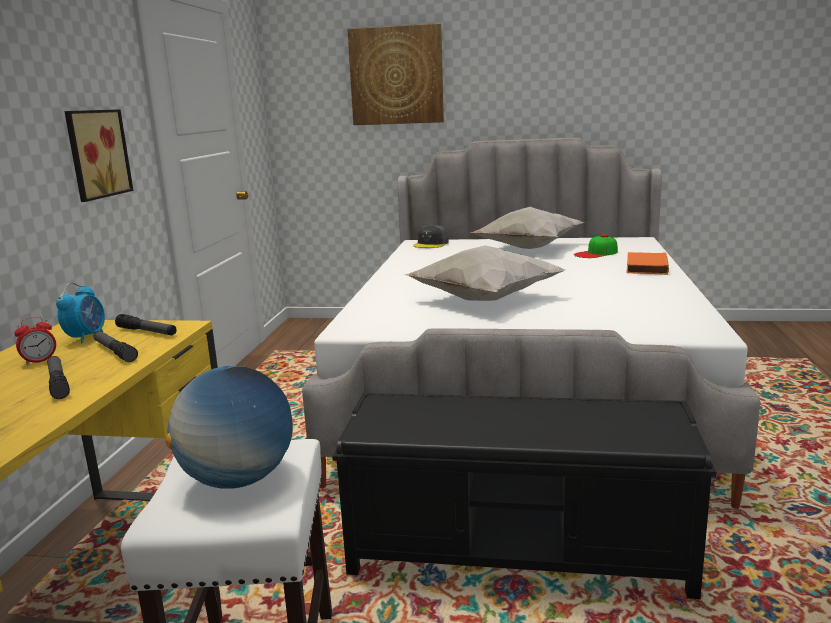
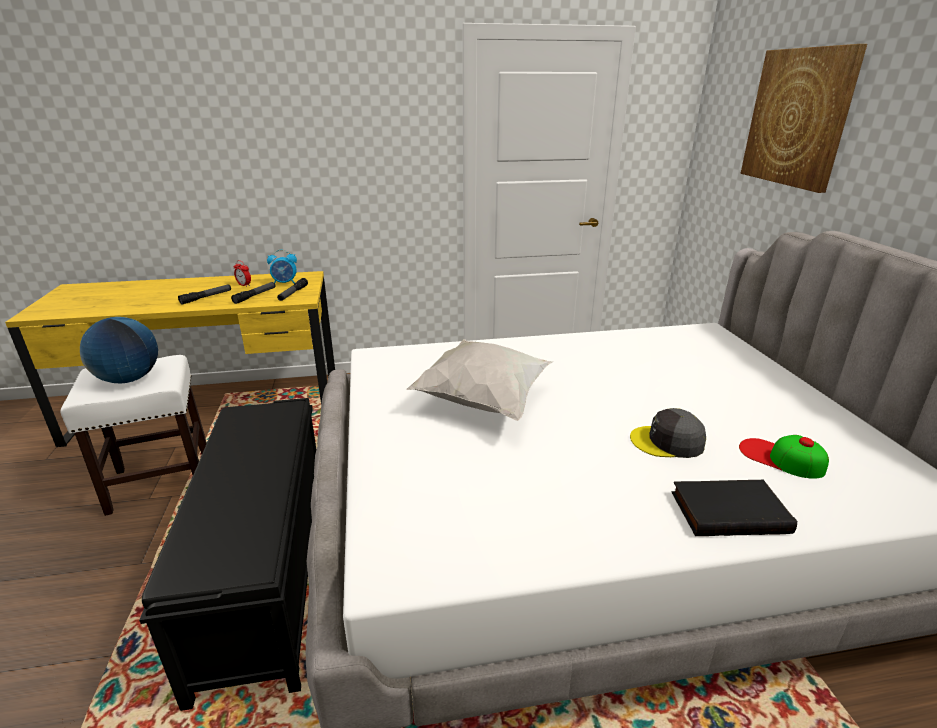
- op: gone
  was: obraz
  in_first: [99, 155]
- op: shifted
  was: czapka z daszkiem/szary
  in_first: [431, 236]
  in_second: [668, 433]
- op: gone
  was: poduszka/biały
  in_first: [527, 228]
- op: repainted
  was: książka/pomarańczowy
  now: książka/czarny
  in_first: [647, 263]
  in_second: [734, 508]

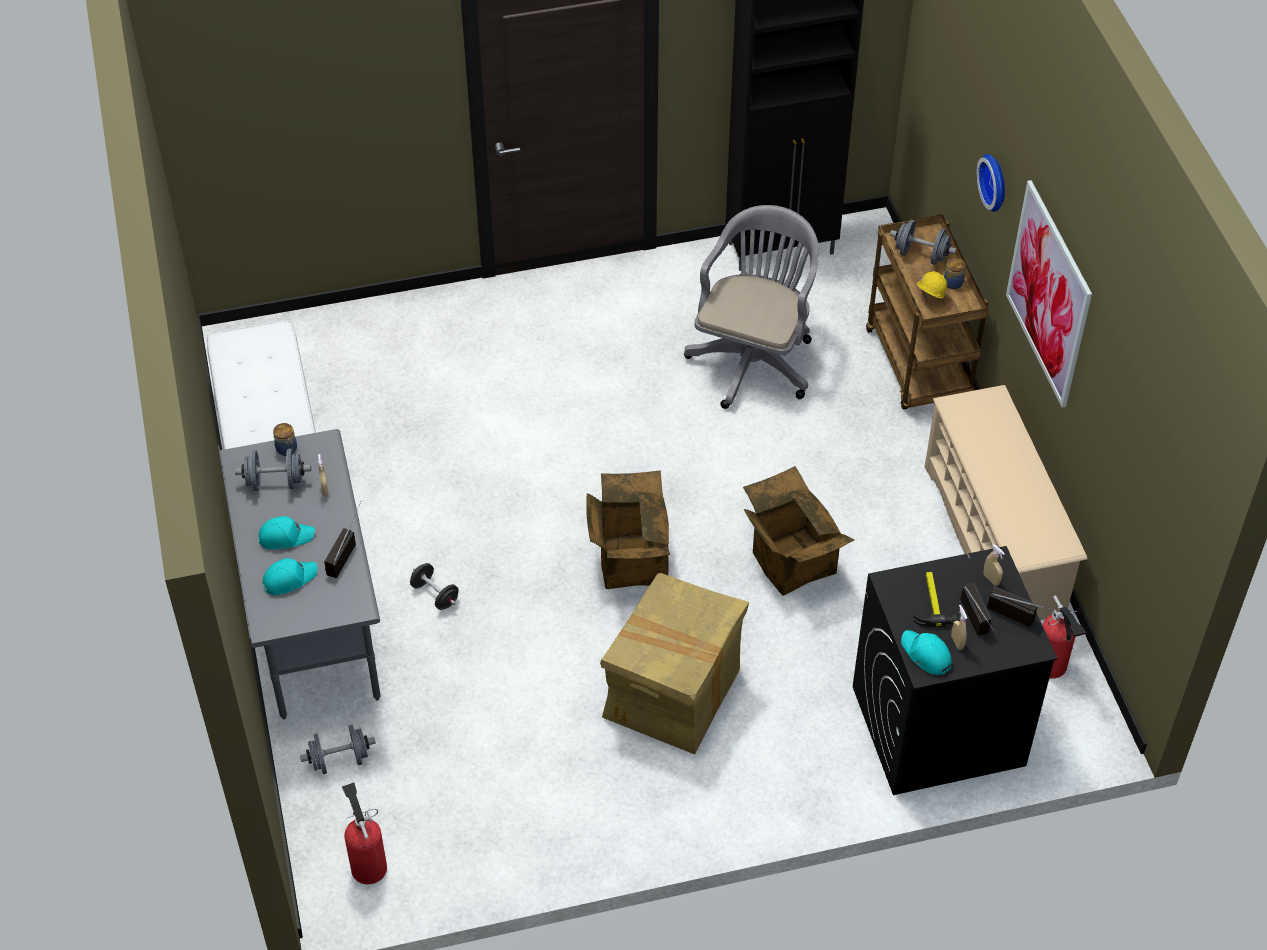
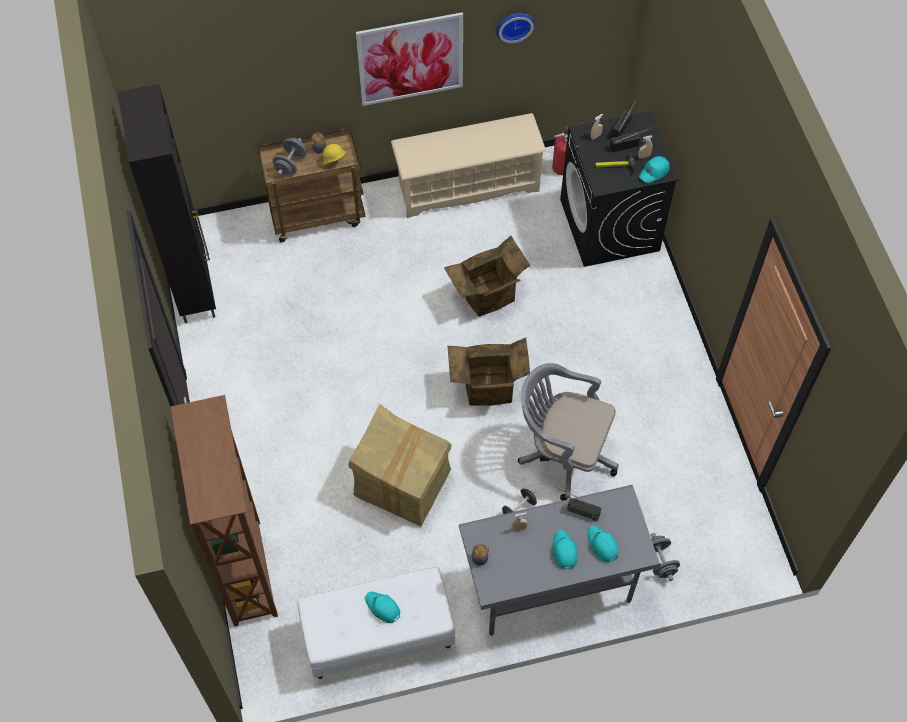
- op: gone
  was: hantel/szary
  in_first: [273, 470]
- op: gone
  was: gaśnica
  in_first: [364, 833]
- op: shifted
  was: karton
  in_first: [674, 663]
  in_second: [400, 465]
- op: shifted
  was: krzesło biurowe/szary
  in_first: [751, 307]
  in_second: [568, 432]
- op: shifted
  was: zegar ścienny
  in_first: [991, 183]
  in_second: [515, 28]
- op: new
  now: regał/brązowy
  in_second: [224, 511]
- op: new
  now: czapka z daszkiem/turkusowy
  in_second: [382, 607]

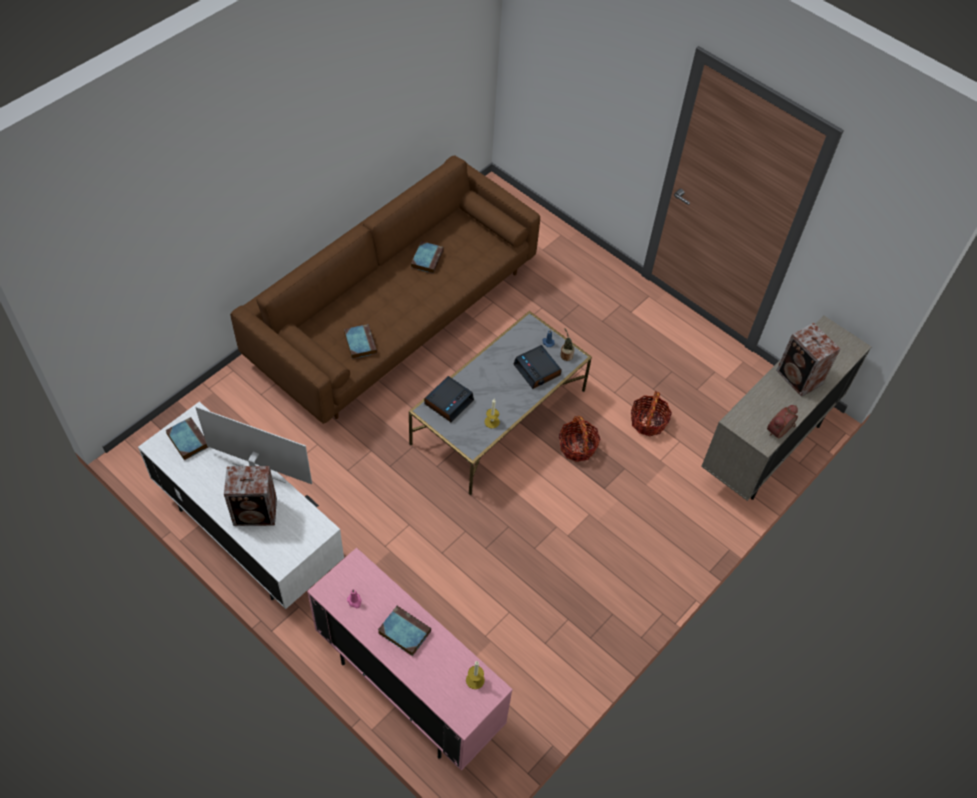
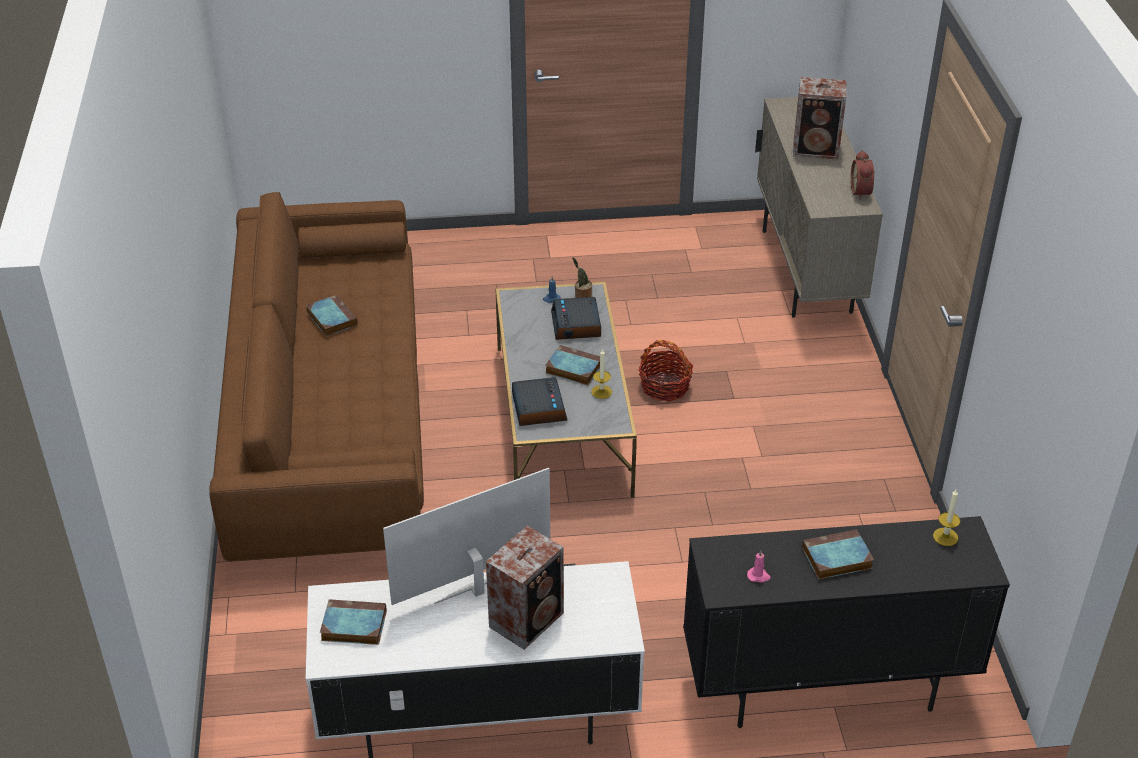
- op: repainted
  was: szafka/różowy
  now: szafka/czarny
  in_first: [410, 659]
  in_second: [846, 622]
- op: shifted
  was: książka
  in_first: [360, 341]
  in_second: [573, 365]
- op: rotated
  was: budzik
  in_first: [538, 367]
  in_second: [576, 318]
  clockwise: 75
- op: gone
  was: koszyk
  in_first: [651, 413]

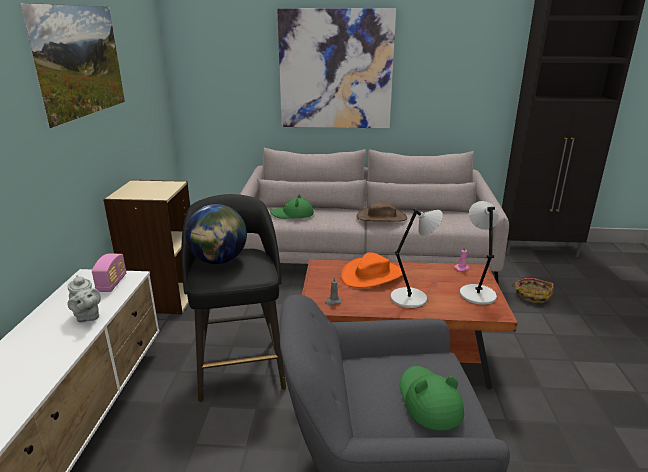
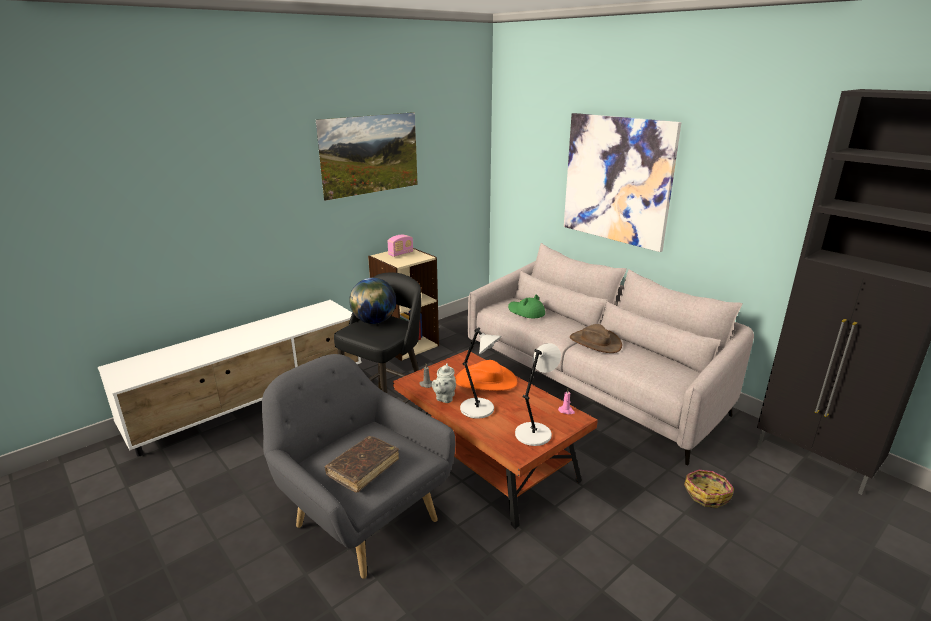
- op: shifted
  was: imbryk/szary
  in_first: [84, 298]
  in_second: [444, 383]
- op: shifted
  was: radio
  in_first: [109, 273]
  in_second: [400, 246]
- op: swapped
  was: kapelusz/zielony
  now: książka/brązowy
  in_first: [432, 398]
  in_second: [362, 464]

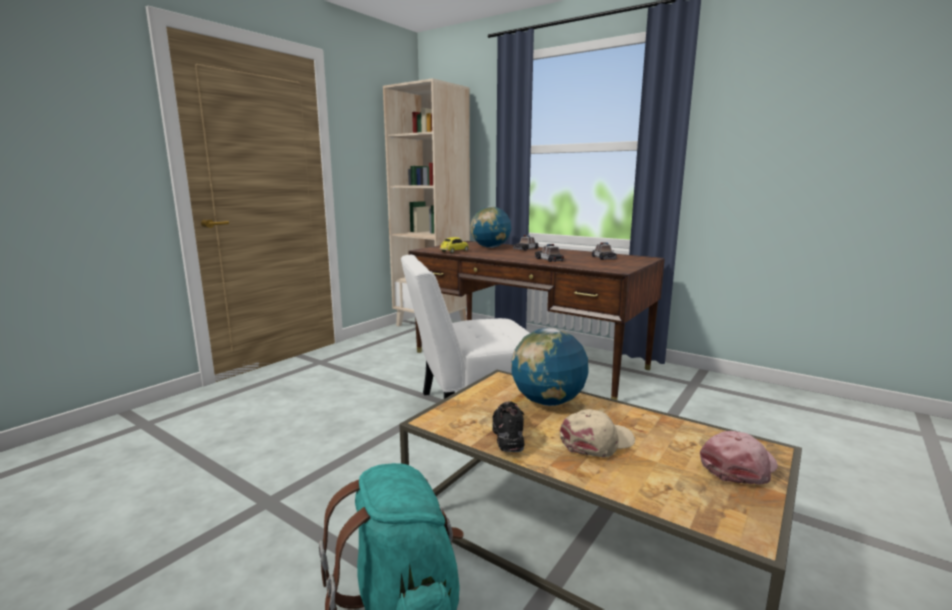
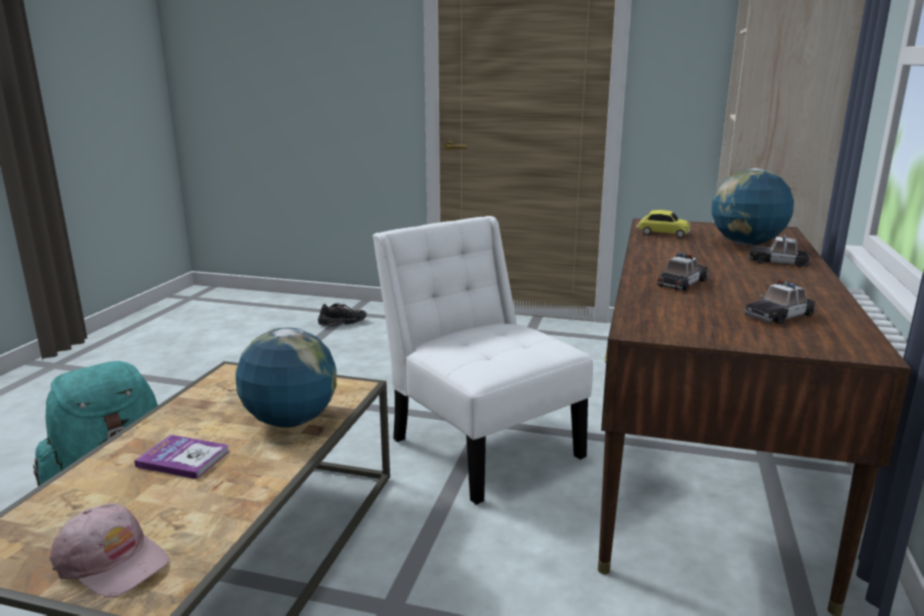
- op: shifted
  was: but/czarny
  in_first: [508, 426]
  in_second: [342, 314]
- op: swapped
  was: czapka z daszkiem/beżowy
  now: książka
  in_first: [597, 433]
  in_second: [182, 457]

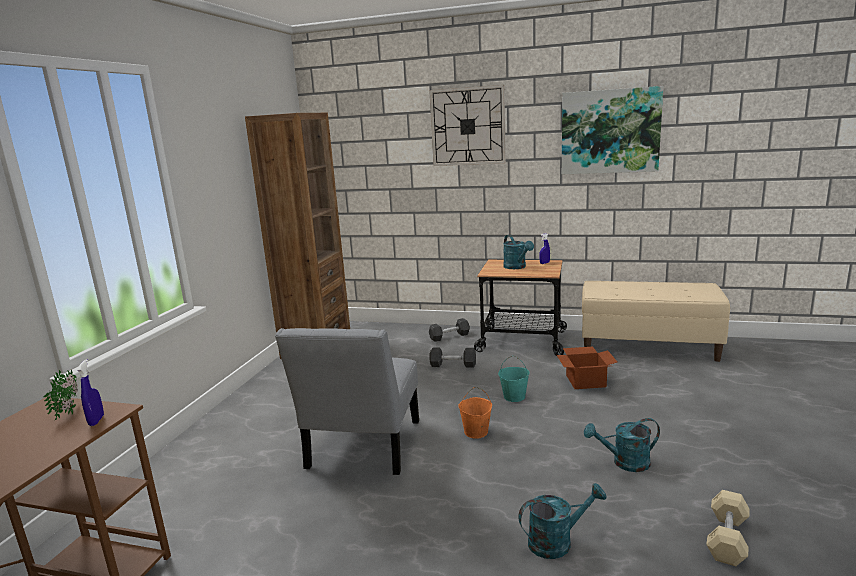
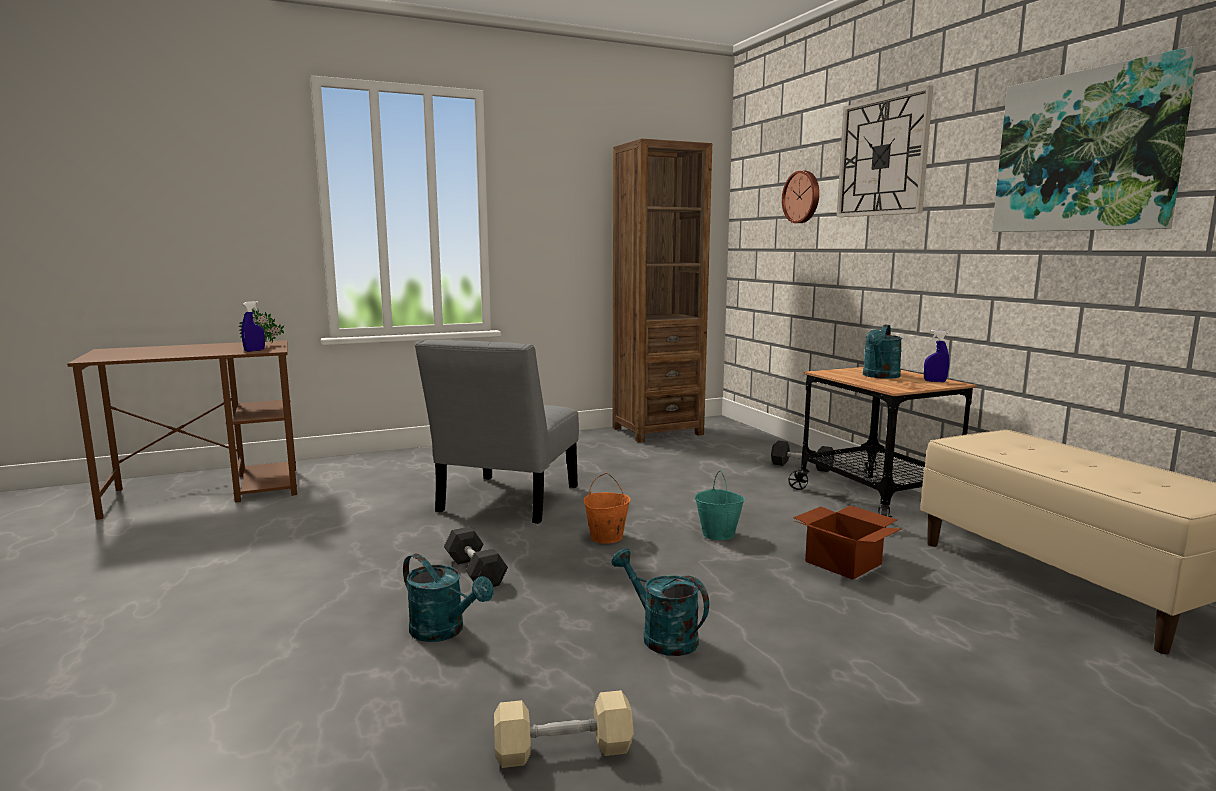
- op: rotated
  was: krzesło/szary
  in_first: [347, 401]
  in_second: [497, 432]
  clockwise: -45
- op: shifted
  was: hantel/szary
  in_first: [452, 358]
  in_second: [476, 556]
- op: new
  now: zegar ścienny
  in_second: [800, 196]

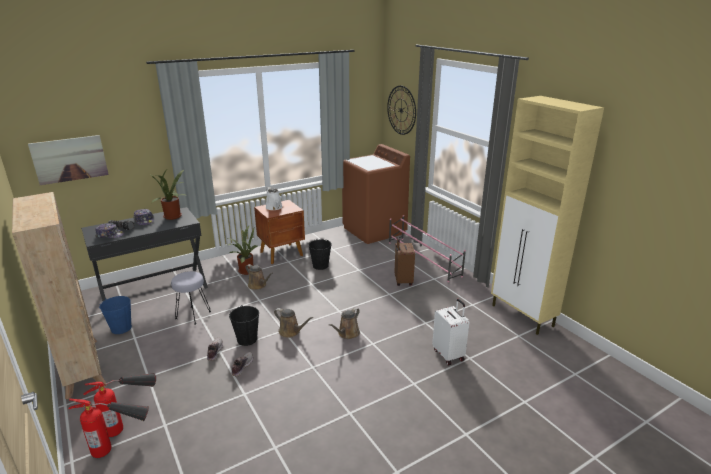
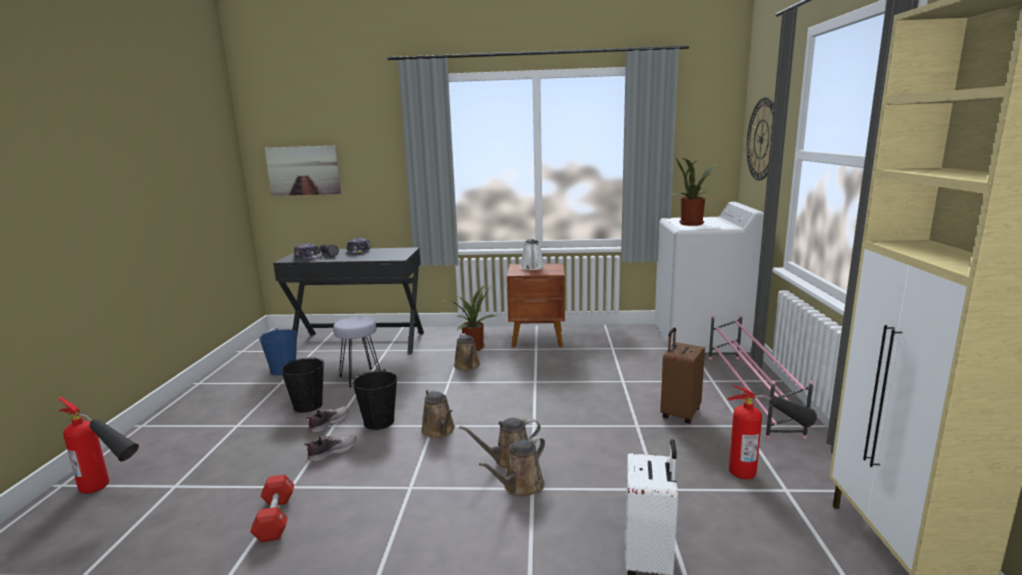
- op: gone
  was: regał/beżowy
  in_first: [59, 295]
- op: shifted
  was: gaśnica
  in_first: [120, 405]
  in_second: [772, 432]
- op: shifted
  was: roślina doniczkowa
  in_first: [169, 194]
  in_second: [694, 191]
- op: shifted
  was: wiadro/czarny
  in_first: [320, 254]
  in_second: [302, 385]
- op: repainted
  was: pralka/brązowy
  now: pralka/biały
  in_first: [376, 194]
  in_second: [709, 277]
- op: new
  now: hantel/czerwony
  in_second: [272, 508]
- op: new
  now: konewka/brązowy
  in_second: [512, 466]

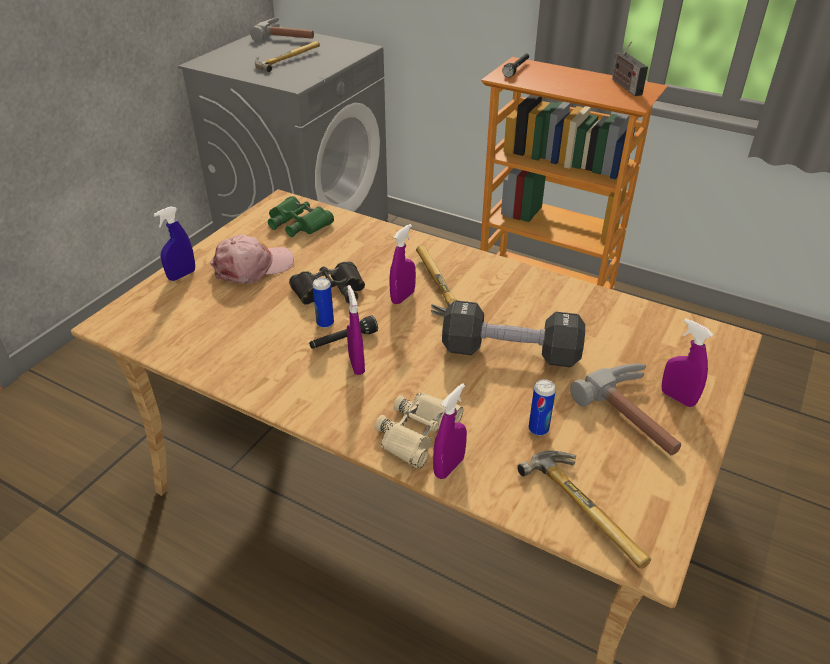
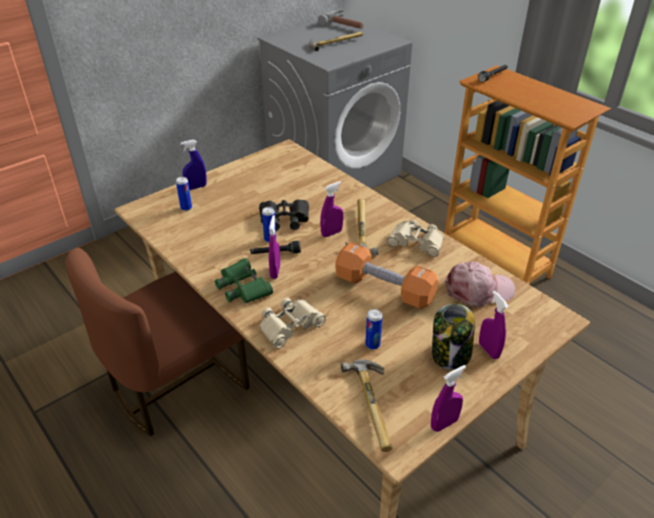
- op: shifted
  was: czapka z daszkiem/różowy
  in_first: [252, 259]
  in_second: [480, 284]
- op: shifted
  was: lornetka/zielony
  in_first: [301, 216]
  in_second: [244, 280]
- op: shifted
  was: spryskiwacz/fioletowy
  in_first: [450, 431]
  in_second: [448, 398]
- op: repainted
  was: hantel/czarny
  now: hantel/pomarańczowy
  in_first: [513, 333]
  in_second: [387, 275]
- op: swapped
  was: młotek
  now: słoik
  in_first: [625, 409]
  in_second: [453, 337]
- op: gone
  was: radio
  in_first: [630, 68]
- op: new
  now: krzesło/brązowy
  in_second: [157, 342]
- op: new
  now: puszka
  in_second: [184, 194]
- op: new
  now: lornetka/beżowy
  in_second: [415, 238]

